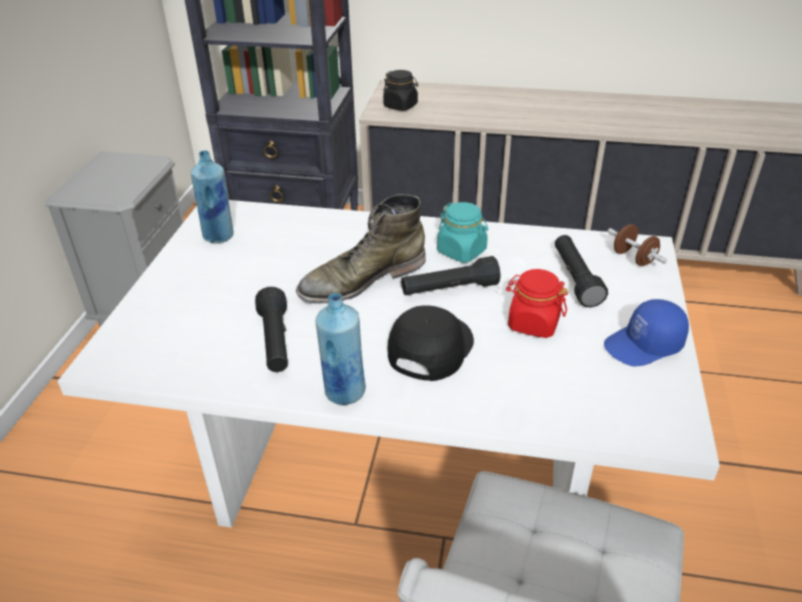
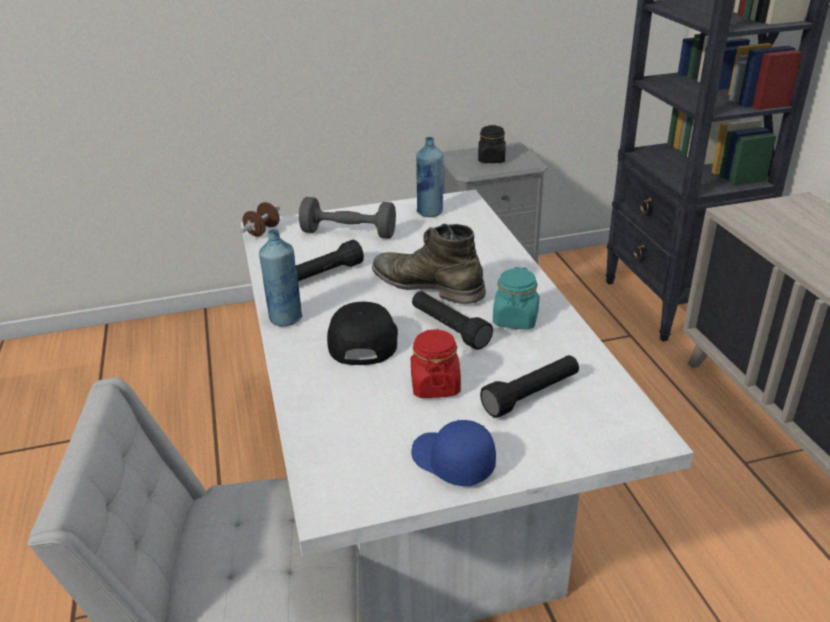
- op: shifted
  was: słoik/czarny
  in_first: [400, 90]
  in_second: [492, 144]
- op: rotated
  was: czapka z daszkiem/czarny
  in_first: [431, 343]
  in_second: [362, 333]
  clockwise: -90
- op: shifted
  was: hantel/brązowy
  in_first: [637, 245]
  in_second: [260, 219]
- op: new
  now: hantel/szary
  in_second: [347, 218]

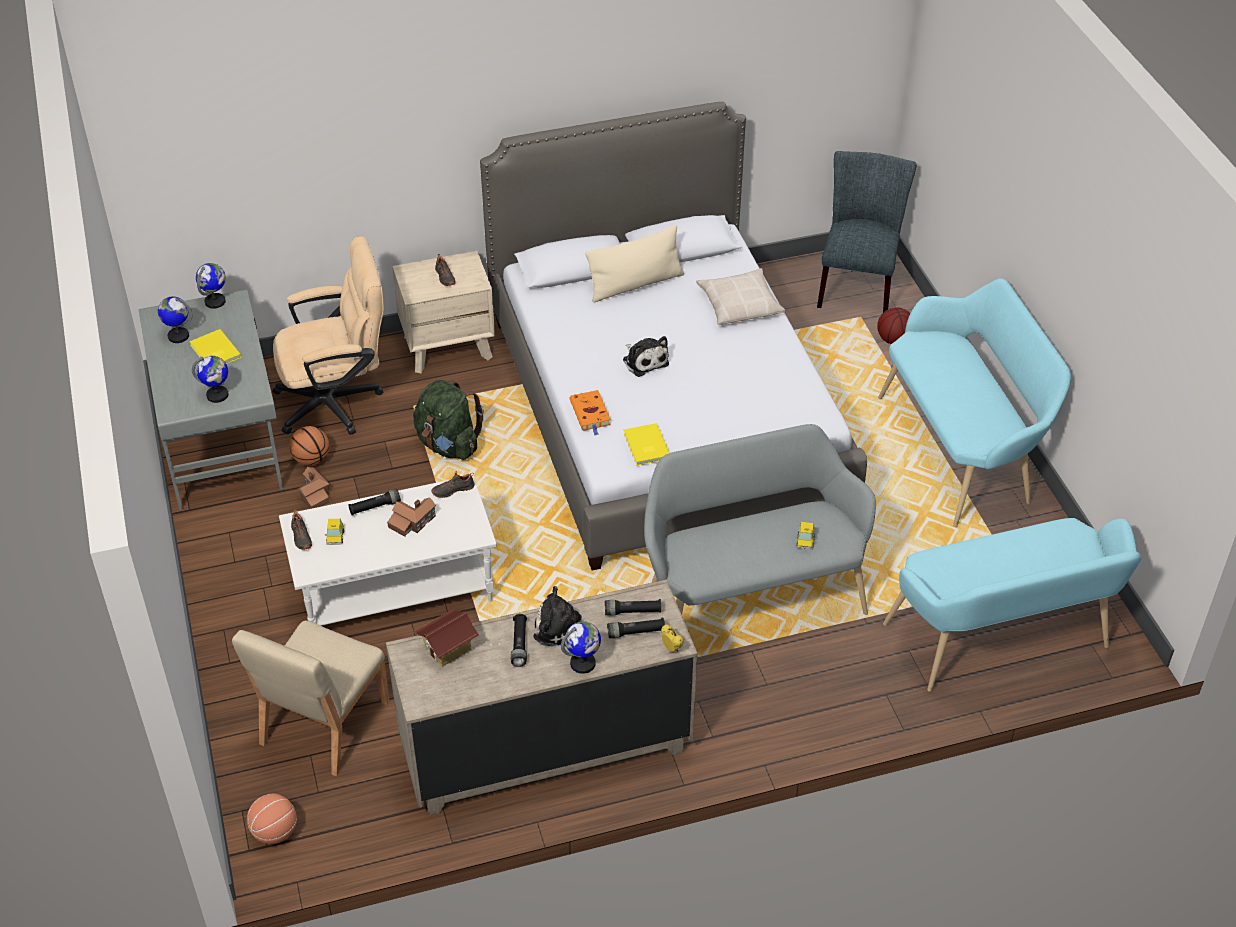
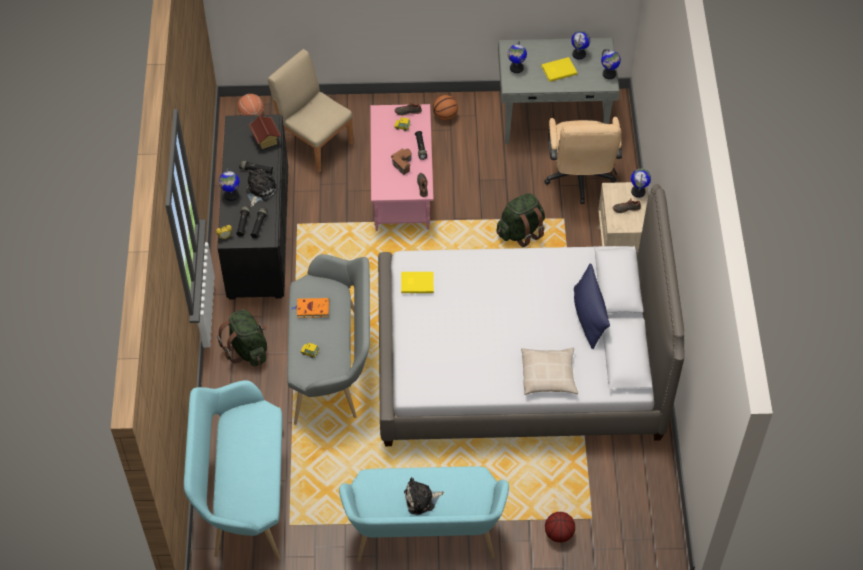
- op: repainted
  was: ława/biały
  now: ława/różowy
  in_first: [388, 550]
  in_second: [402, 167]
- op: shifted
  was: piłka do koszykówki
  in_first: [309, 446]
  in_second: [445, 107]
- op: gone
  was: domek
  in_first: [314, 488]
- op: repainted
  was: komoda/beżowy
  now: komoda/czarny
  in_first: [542, 697]
  in_second: [252, 207]
- op: shifted
  was: książka/pomarańczowy
  in_first: [590, 412]
  in_second: [310, 308]
- op: repainted
  was: poduszka/beżowy
  now: poduszka/niebieski
  in_first: [634, 263]
  in_second: [592, 306]
- op: shifted
  was: pluszak
  in_first: [646, 356]
  in_second: [424, 496]
- op: gone
  was: krzesło/szary
  in_first: [866, 231]
- op: new
  now: plecak/zielony
  in_second: [242, 338]
- op: new
  now: globus
  in_second: [641, 183]

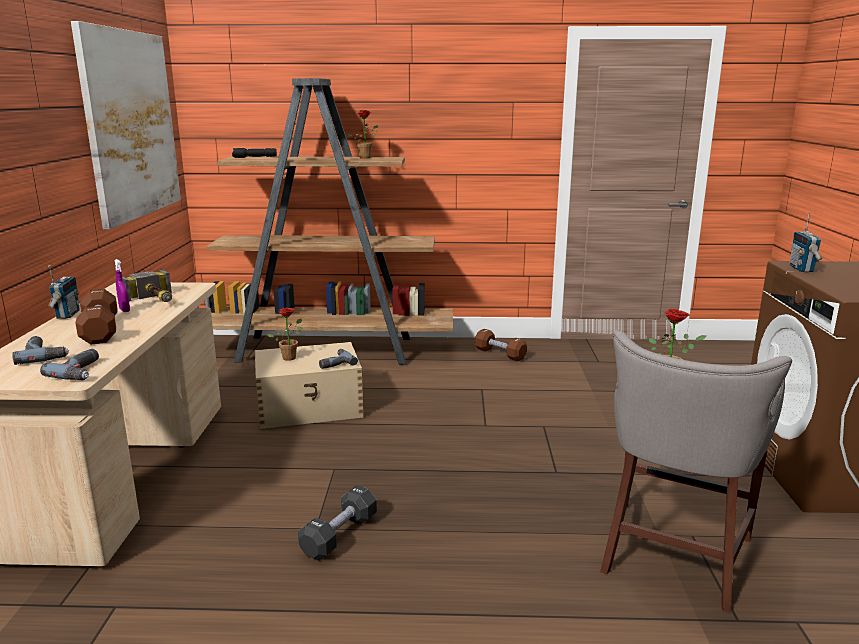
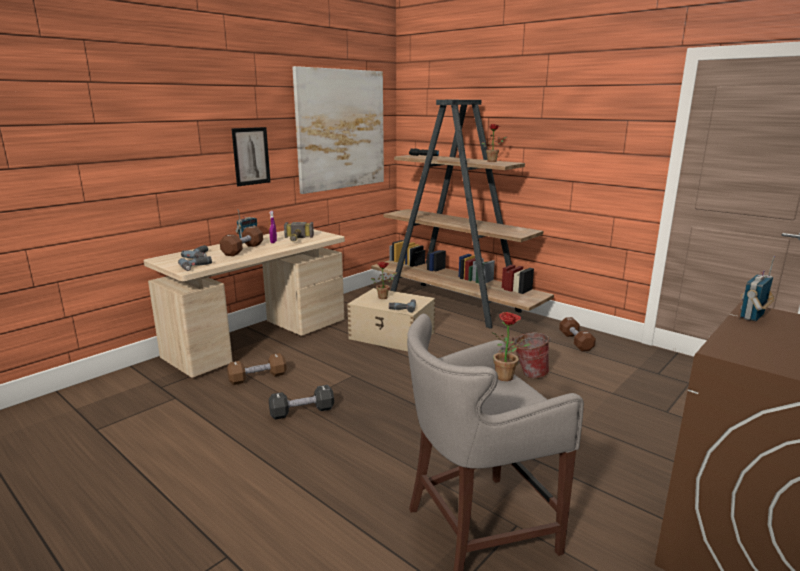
- op: new
  now: hantel/brązowy
  in_second: [257, 369]
- op: new
  now: obraz
  in_second: [251, 156]
- op: new
  now: wiadro
  in_second: [531, 355]

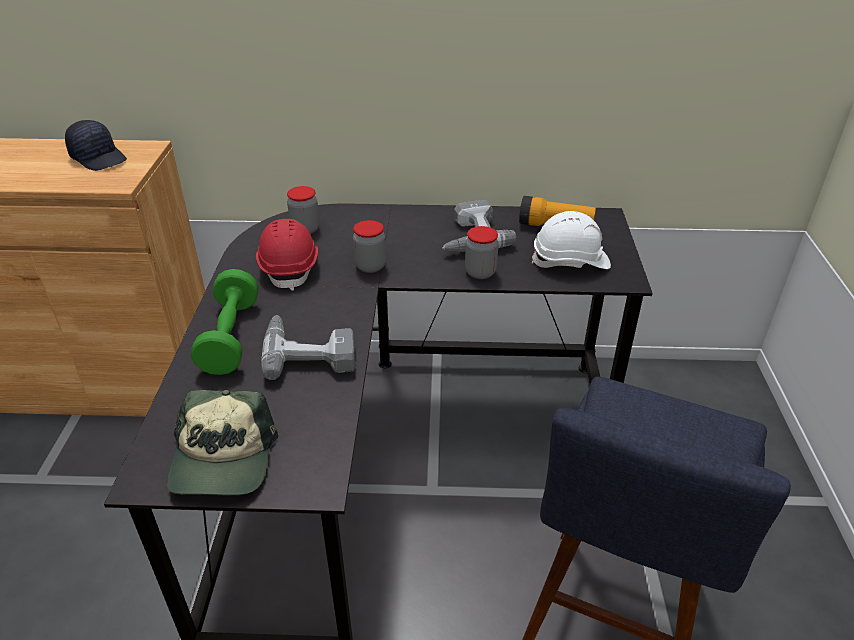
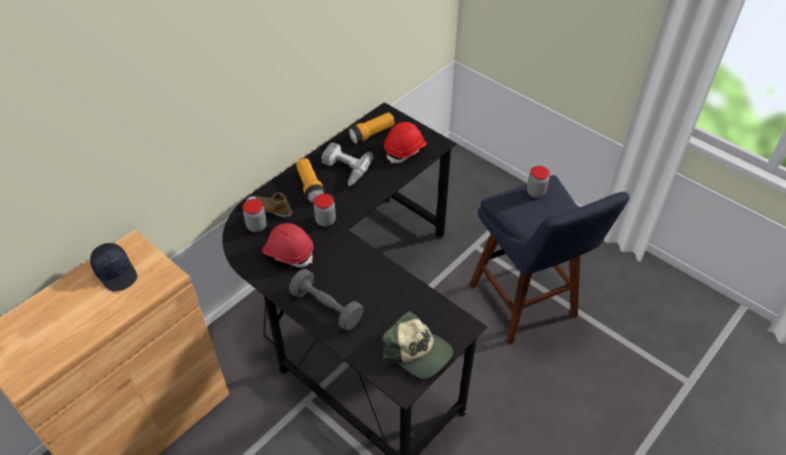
- op: rotated
  was: czapka z daszkiem/czarny
  in_first: [96, 145]
  in_second: [113, 267]
  clockwise: 60
- op: repainted
  was: hantel/zielony
  now: hantel/szary
  in_first: [224, 322]
  in_second: [326, 300]
- op: gone
  was: wiertarka
  in_first: [308, 347]
- op: shifted
  was: słoik
  in_first: [482, 252]
  in_second: [538, 182]
- op: repainted
  was: kask/biały
  now: kask/czerwony
  in_first: [571, 240]
  in_second: [405, 143]
- op: new
  now: but
  in_second: [269, 205]
- op: new
  now: latarka
  in_second: [311, 180]

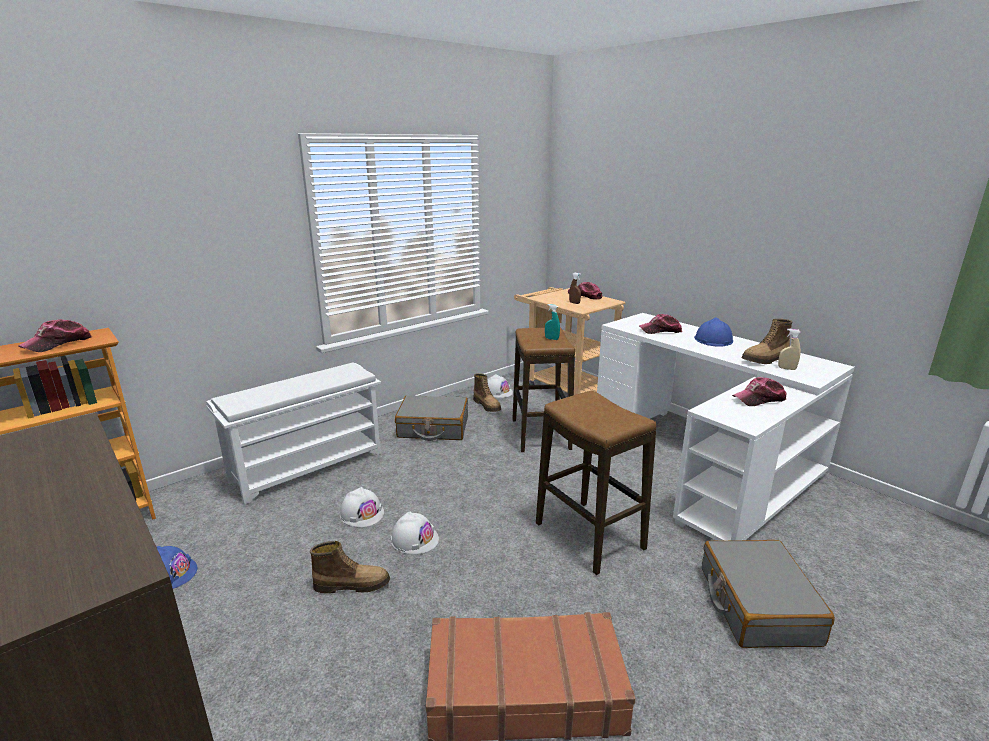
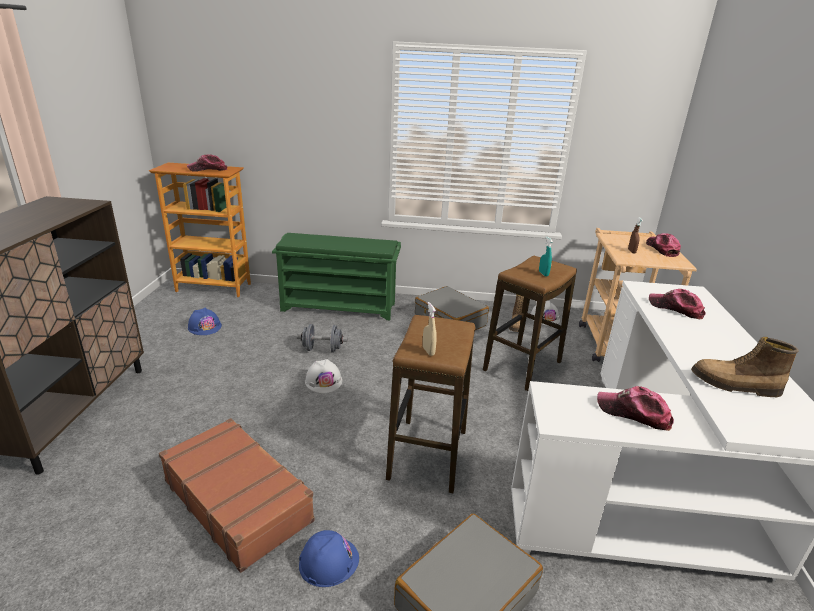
- op: repainted
  was: regał na buty/biały
  now: regał na buty/zielony
  in_first: [293, 434]
  in_second: [336, 276]
- op: gone
  was: but z cholewką
  in_first: [350, 567]
- op: swapped
  was: kask/biały
  now: hantel/szary
  in_first: [362, 507]
  in_second: [322, 338]
- op: shifted
  was: kask/niebieski
  in_first: [713, 332]
  in_second: [329, 558]
- op: shifted
  was: spryskiwacz/beżowy
  in_first: [789, 349]
  in_second: [430, 329]

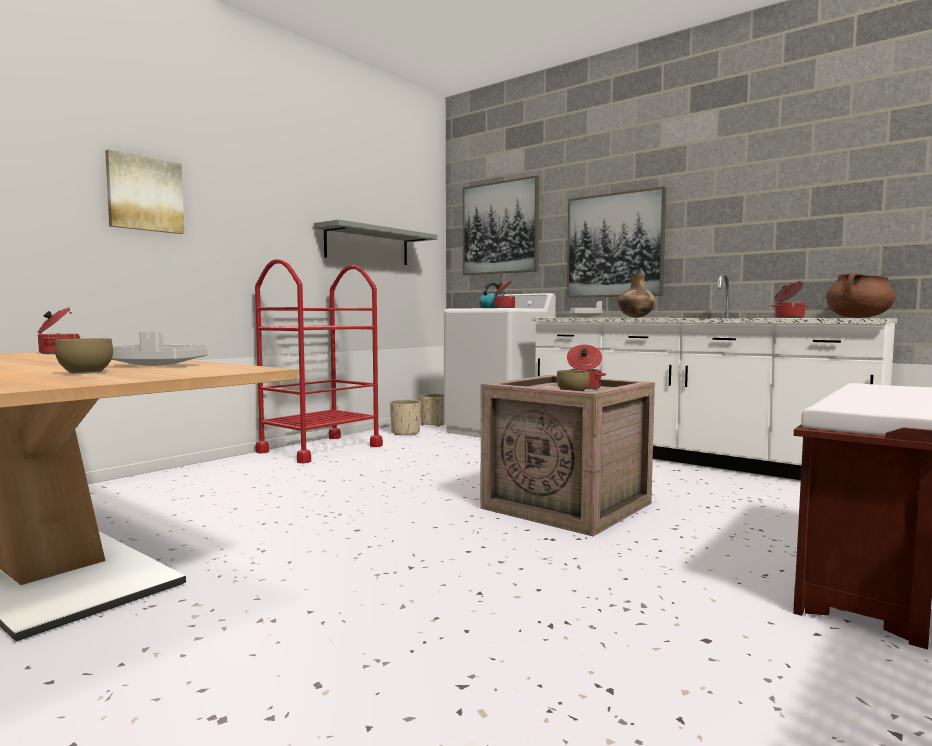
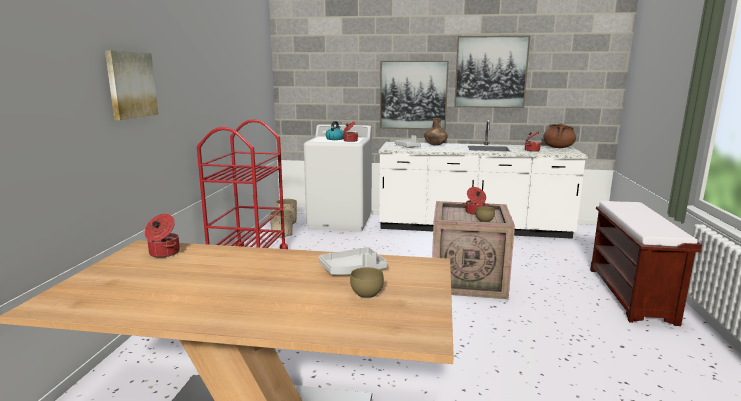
- op: gone
  was: półka/szary
  in_first: [376, 242]
- op: shifted
  was: obraz
  in_first: [501, 225]
  in_second: [492, 72]

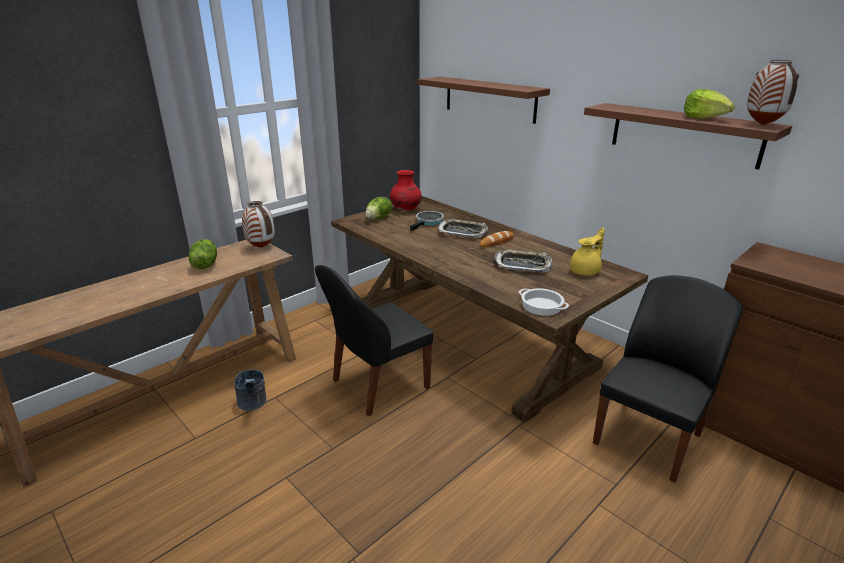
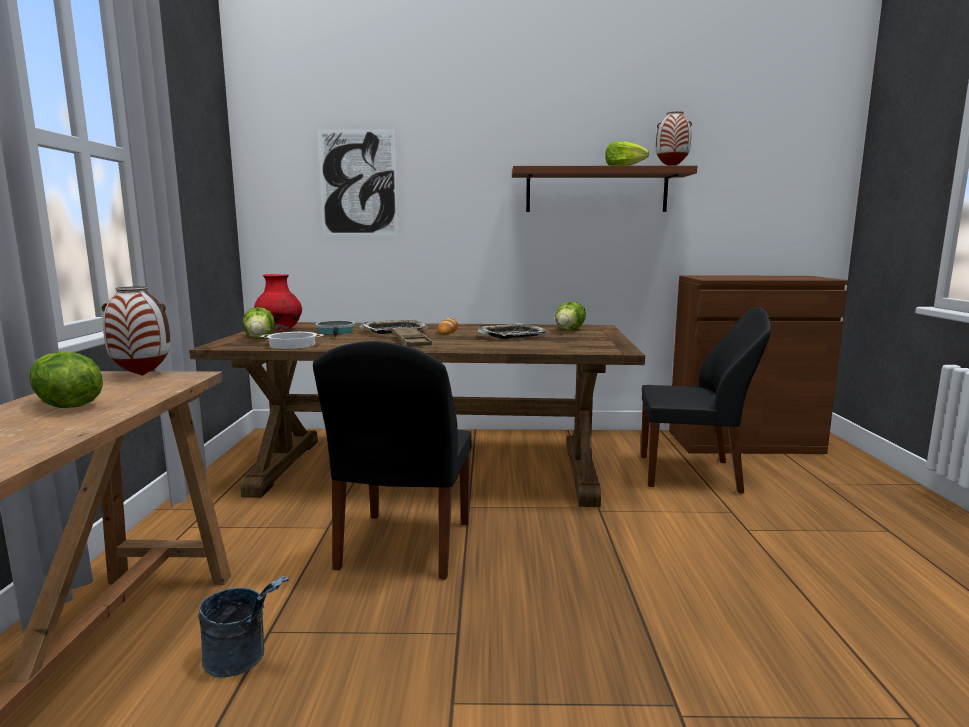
- op: swapped
  was: półka/brązowy
  now: obraz
  in_first: [484, 100]
  in_second: [358, 182]
- op: shifted
  was: garnek
  in_first: [543, 302]
  in_second: [292, 340]
- op: swapped
  was: imbryk/żółty
  now: sałata
  in_first: [587, 251]
  in_second: [570, 315]
- op: rotated
  was: krzesło/czarny
  in_first: [668, 379]
  in_second: [706, 400]
  clockwise: 105
- op: new
  now: taca/brązowy
  in_second: [412, 336]

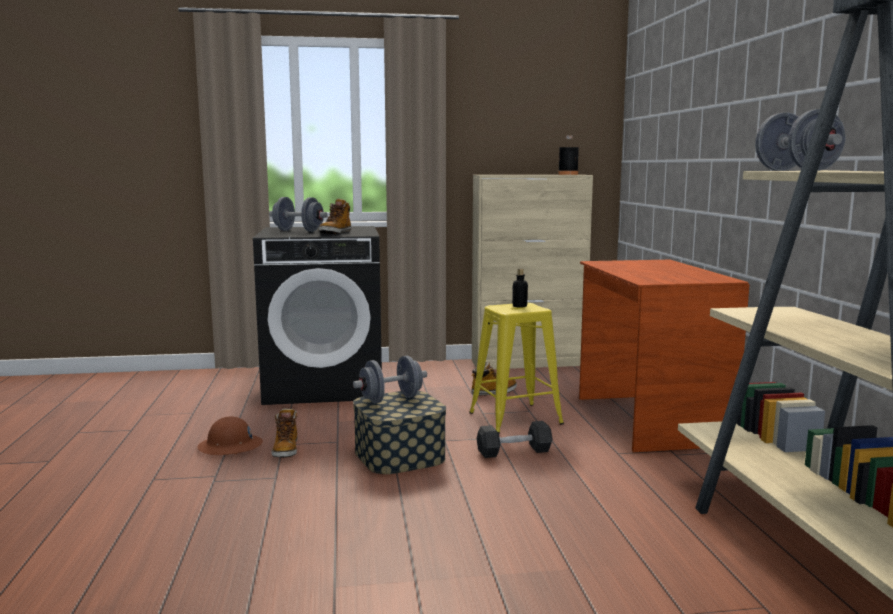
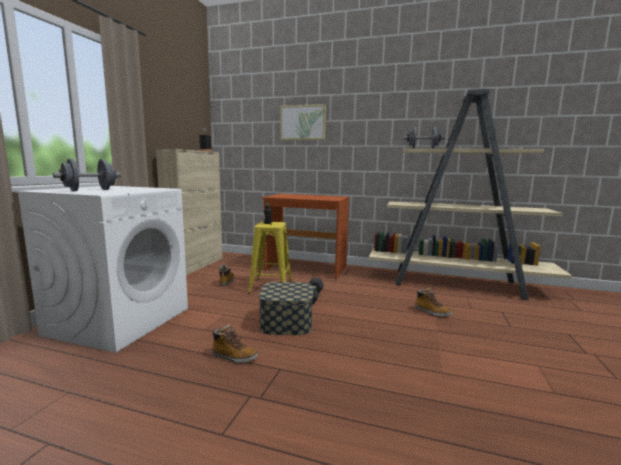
- op: gone
  was: kask/brązowy
  in_first: [230, 435]
- op: repainted
  was: pralka/czarny
  now: pralka/biały
  in_first: [317, 315]
  in_second: [101, 269]
- op: shifted
  was: but z cholewką
  in_first: [335, 216]
  in_second: [433, 302]
- op: gone
  was: hantel/szary
  in_first: [390, 380]
- op: new
  now: obraz
  in_second: [303, 122]

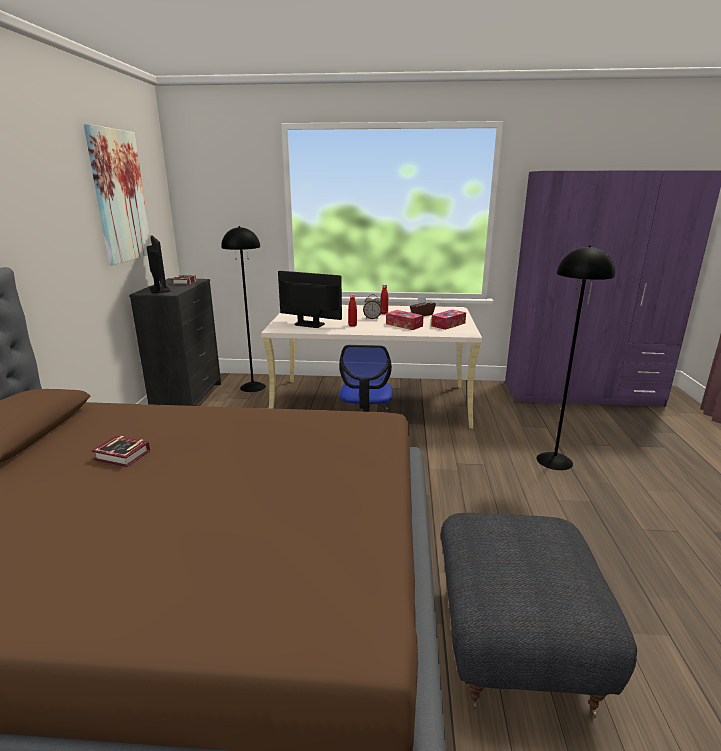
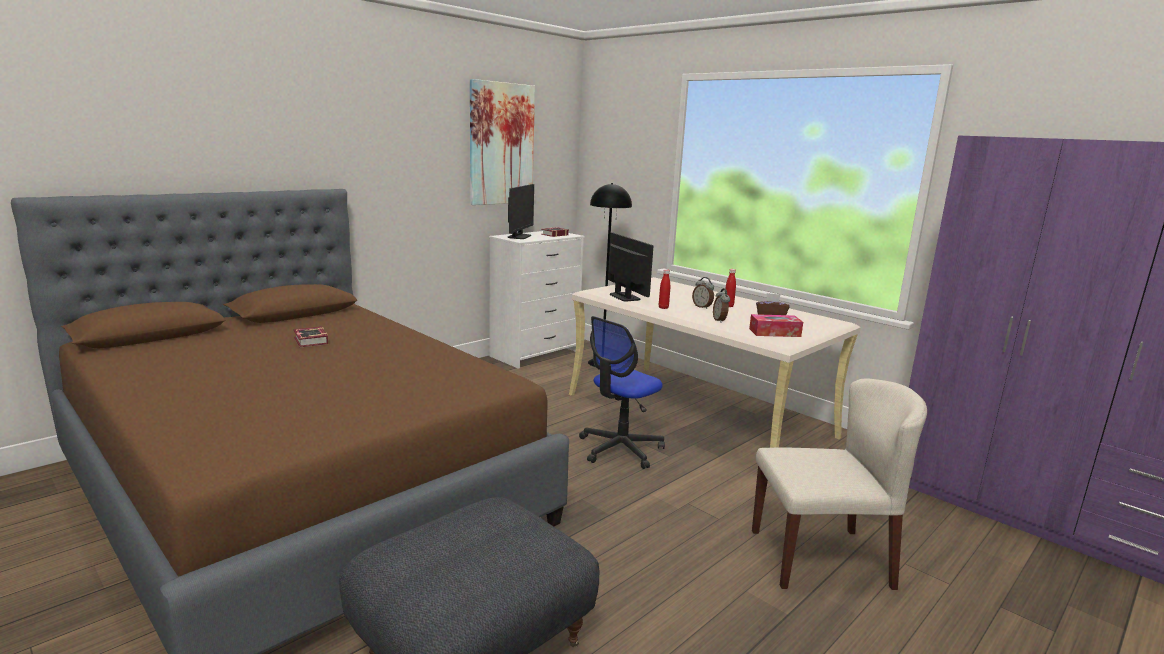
- op: repainted
  was: komoda/czarny
  now: komoda/biały
  in_first: [175, 342]
  in_second: [537, 300]
- op: swapped
  was: pudełko chusteczek
  now: budzik
  in_first: [405, 320]
  in_second: [721, 306]
- op: swapped
  was: lampa stojąca/czarny
  now: krzesło/beżowy
  in_first: [576, 357]
  in_second: [839, 484]

